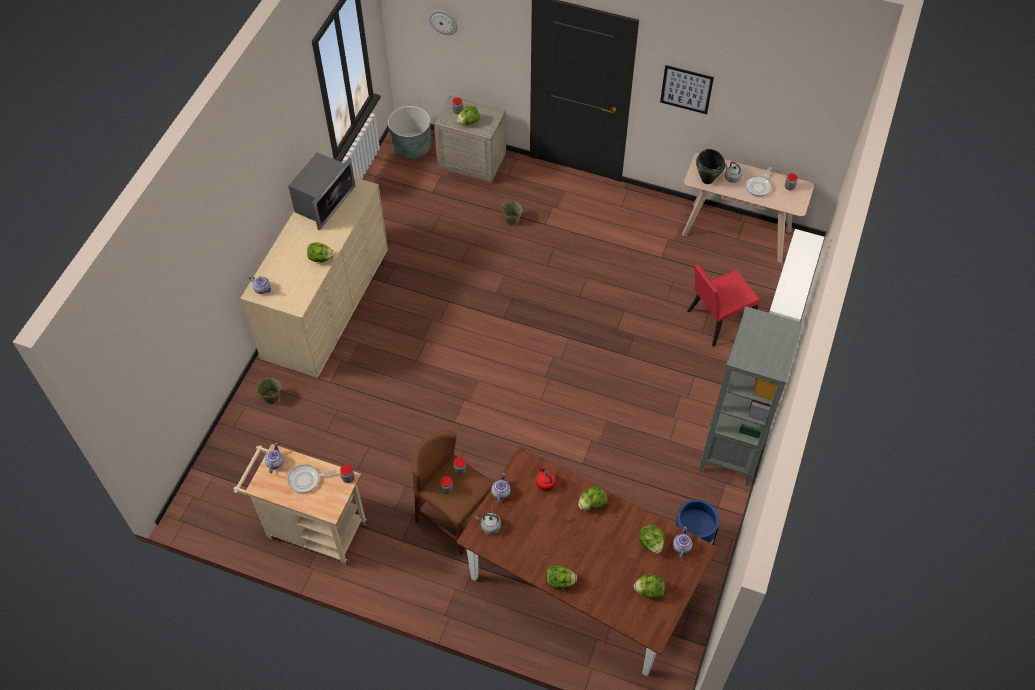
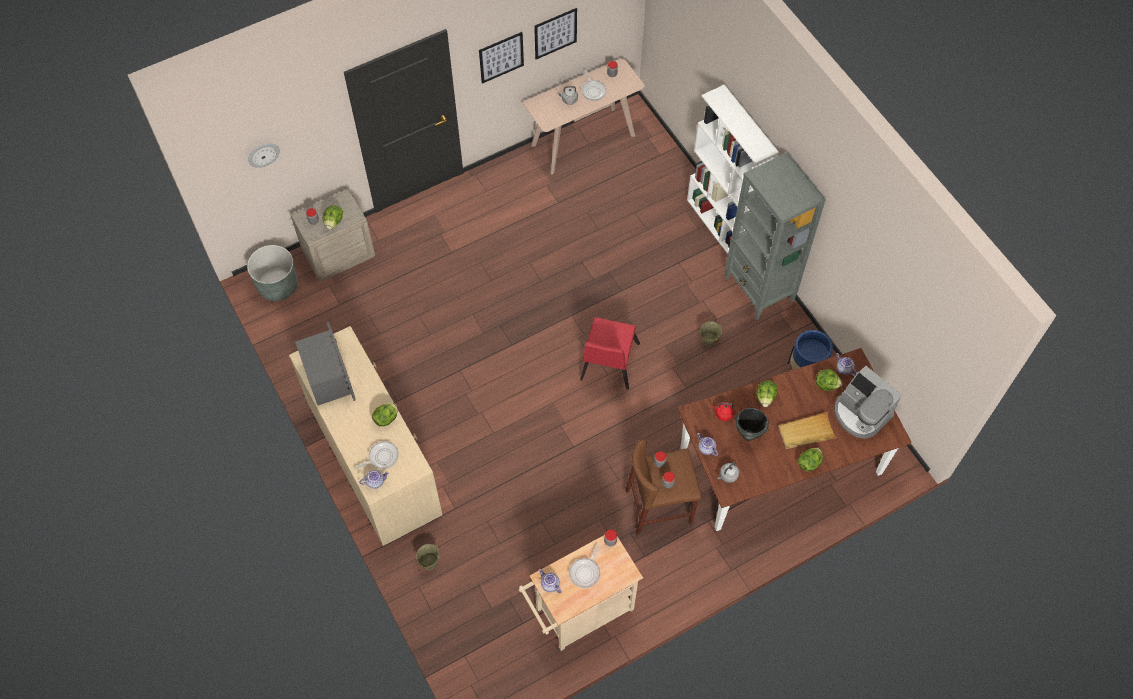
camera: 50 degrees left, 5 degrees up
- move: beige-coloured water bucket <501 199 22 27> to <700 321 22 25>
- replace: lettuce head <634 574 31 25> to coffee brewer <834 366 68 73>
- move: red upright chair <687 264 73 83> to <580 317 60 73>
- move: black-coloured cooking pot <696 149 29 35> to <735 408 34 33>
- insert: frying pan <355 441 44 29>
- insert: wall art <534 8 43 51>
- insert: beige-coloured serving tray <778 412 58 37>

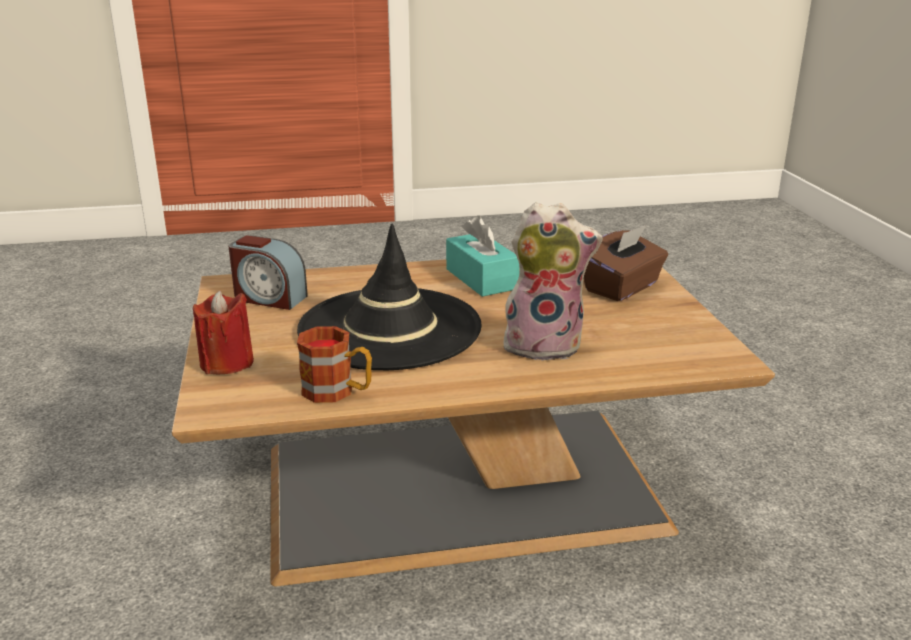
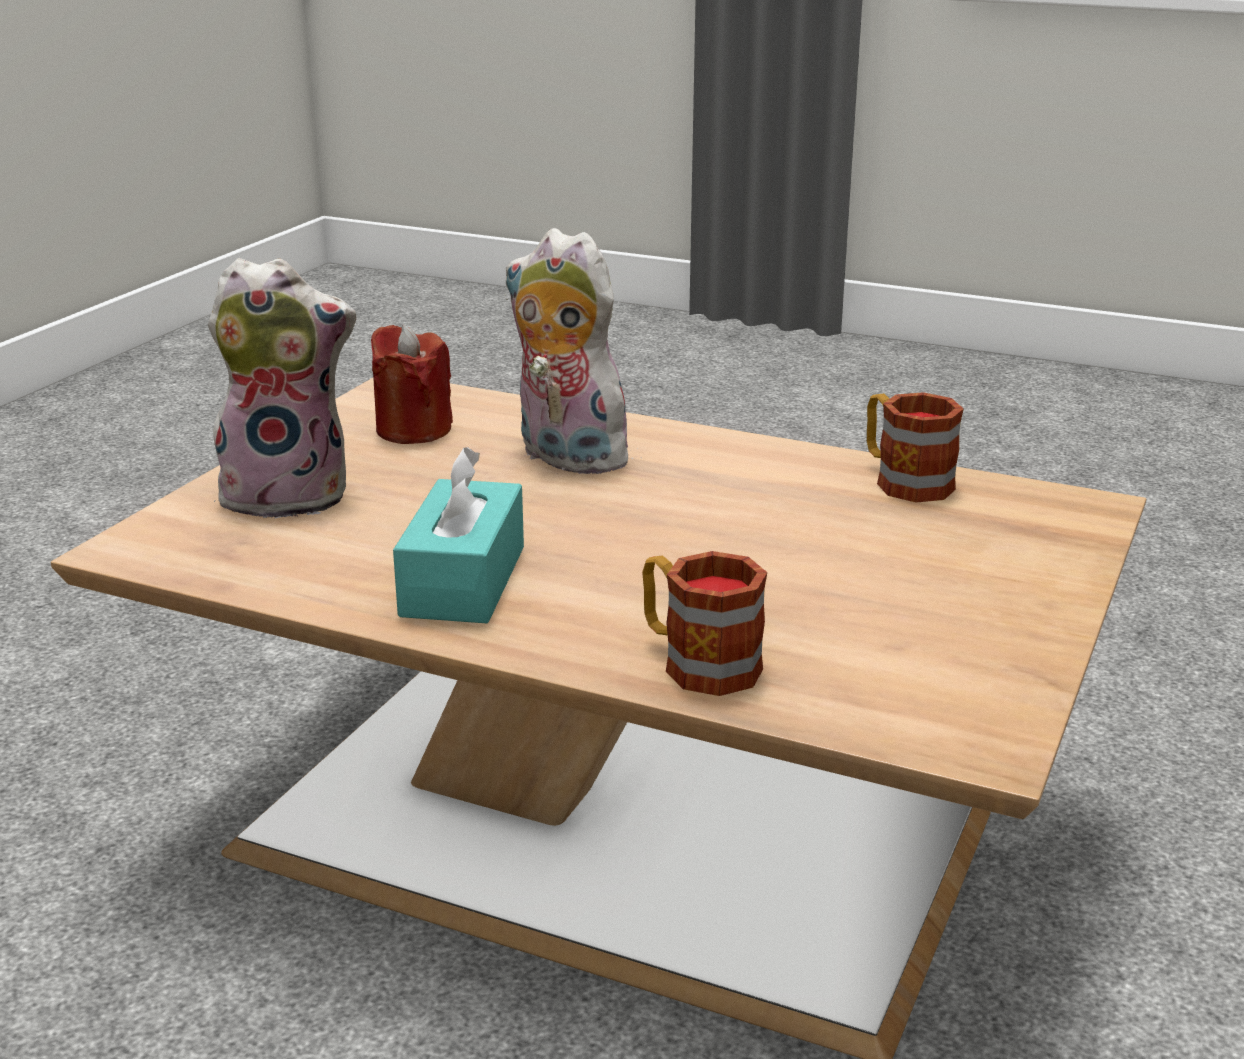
camera: 145 degrees left, 0 degrees up
- move: red wax candle <193 290 61 84> to <371 325 82 119>
- delete: alarm clock <229 235 79 75>
- delete: black-coloured hat <297 223 185 147>
- replace: brown box of tissues <584 225 84 76> to plush toy <208 258 148 261>
- insert: tea mug <642 551 125 145>

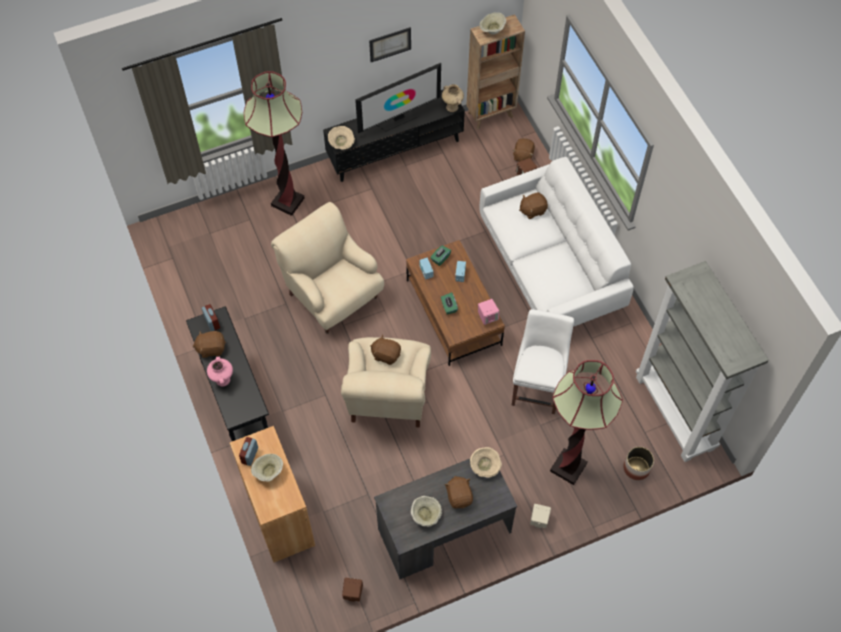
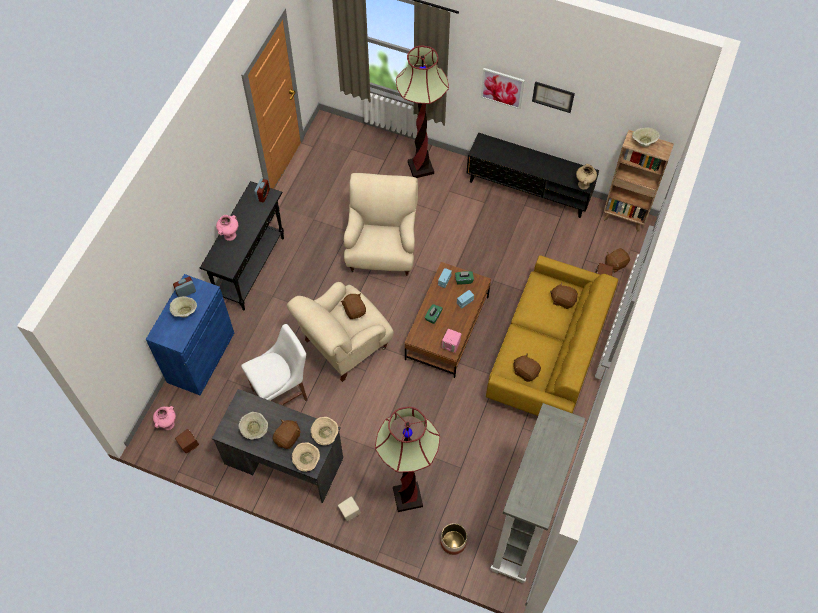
camera: 45 degrees right, 0 degrees up
- move: brown plush toy <192 330 34 28> to <514 353 27 29>
- recolor: brown storage cabinet <230 426 85 137> to blue storage cabinet <146 274 88 121>
- move: beige-coloured bowl <328 126 27 23> to <292 442 28 30>
- delete: TV <355 63 86 70>
- recolor: whitish couch <479 157 155 170> to yellow couch <486 255 132 161>
- move: whitish upright chair <512 309 62 105> to <241 324 66 81>
- insert: pink decorative vase <153 406 23 24>
- insert: wall art <481 68 44 42>

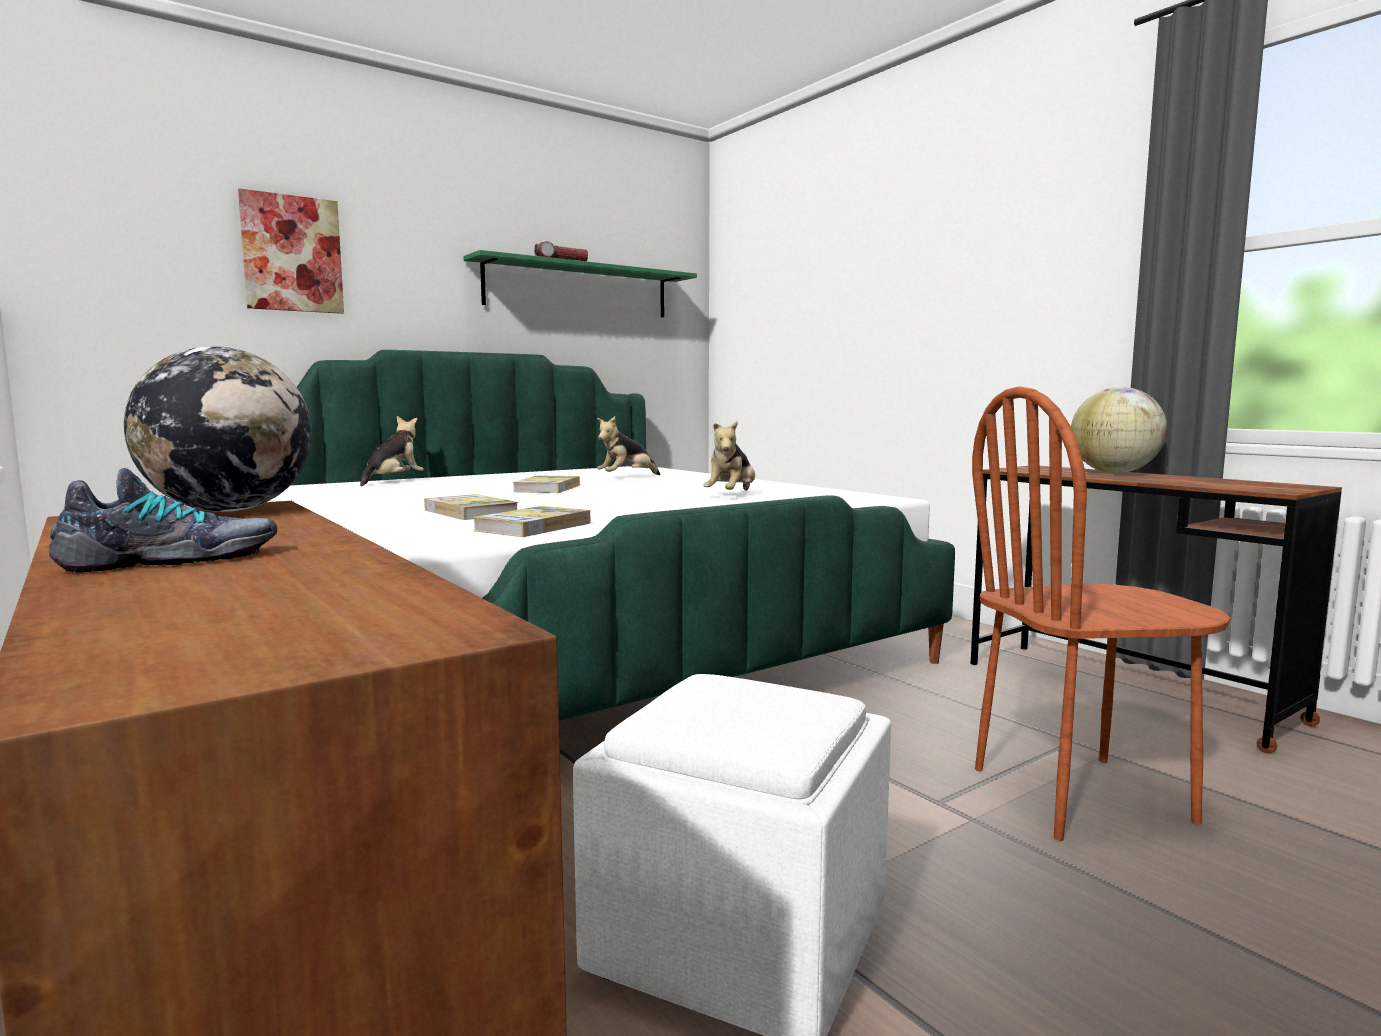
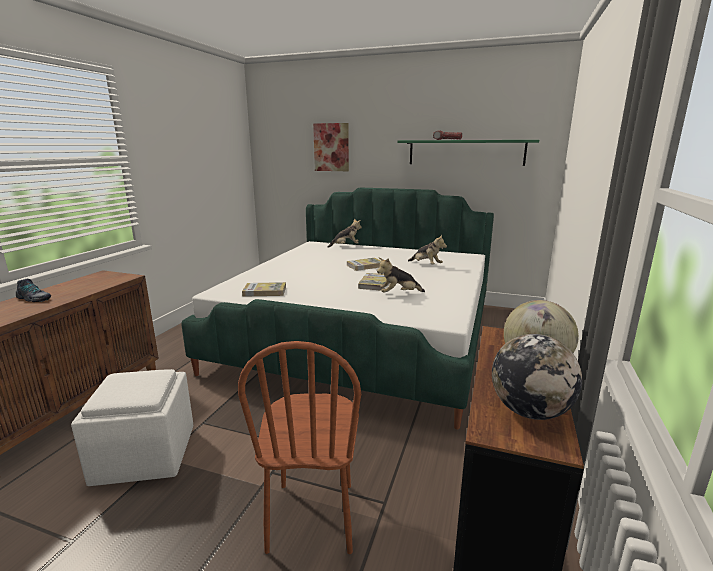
camera: 55 degrees right, 10 degrees up
- move: desk globe <124 346 188 166> to <492 334 90 86>
- move: bound book <424 494 94 26> to <358 273 28 18>
- rotate: plush toy <597 416 63 59> = <408 234 39 31> 150 degrees counterclockwise
- rotate: brown upright chair <972 386 259 455> = <238 341 123 213> 135 degrees counterclockwise

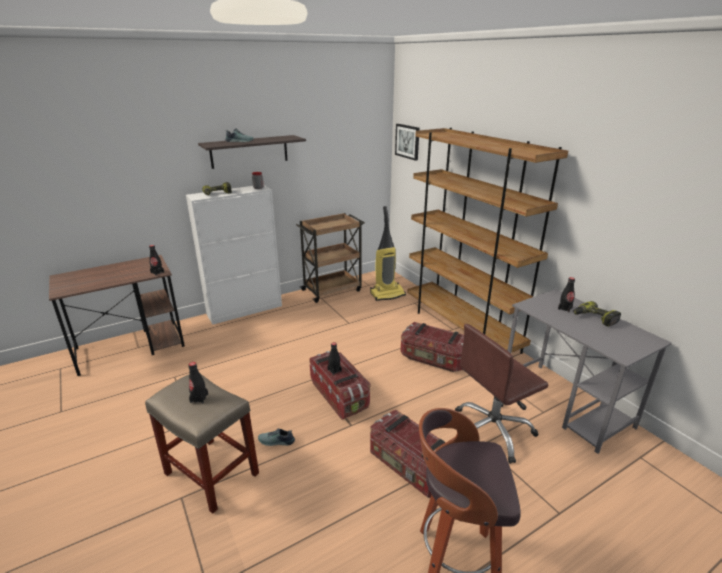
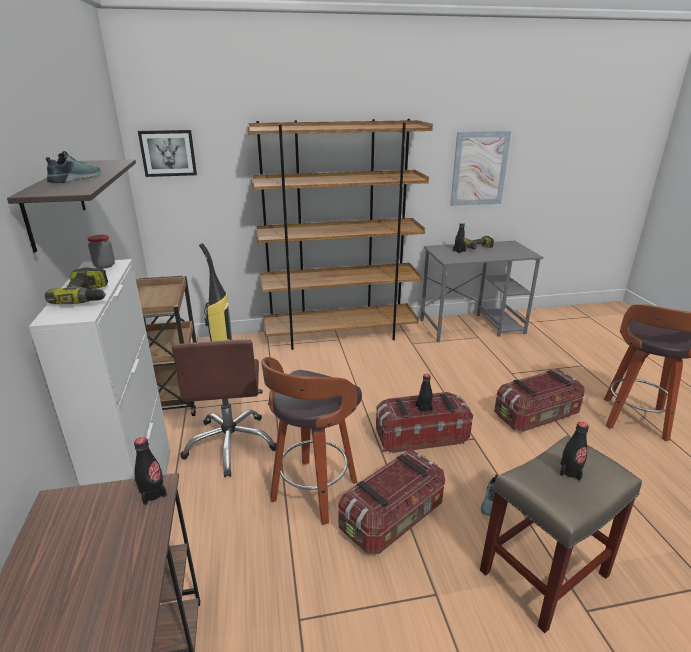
camera: 70 degrees left, 0 degrees up
- move: storage bin <401 322 63 50> to <338 449 107 105>
- move: brown desk chair <455 324 93 140> to <172 340 105 137>
- insert: stool seat <261 357 101 168>
- insert: wall art <450 131 61 75>

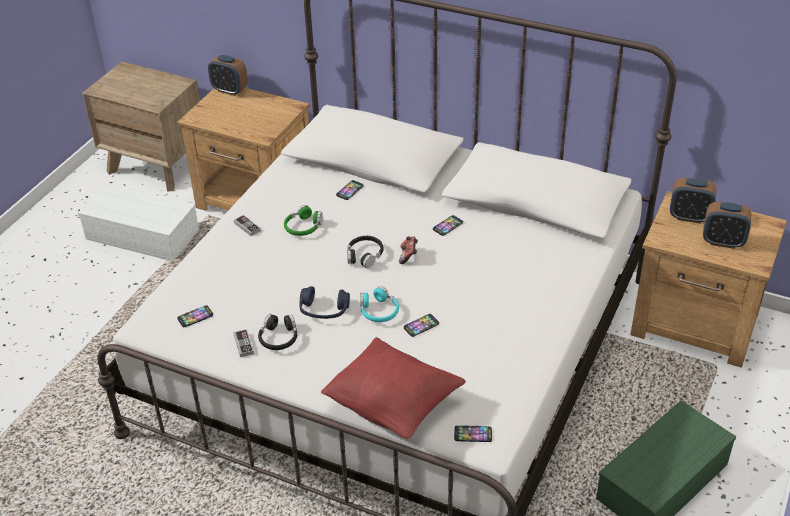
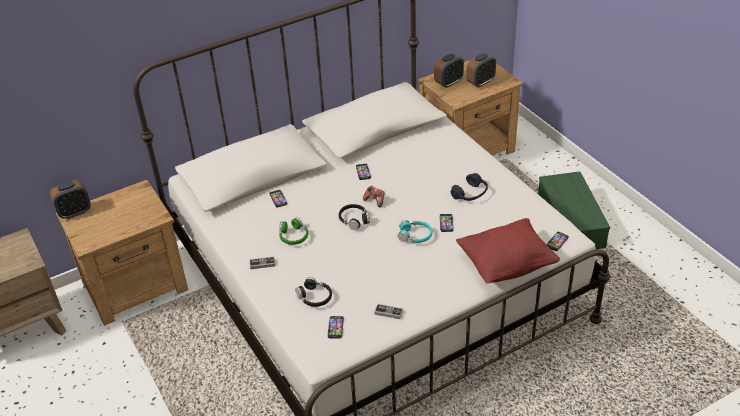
camera: 55 degrees left, 0 degrees up
- delete: whitish storage bin <78 183 121 78>
- move: black-coloured headphones <258 314 39 36> to <295 277 37 30>
- move: blue headphones <299 286 51 33> to <451 173 37 28>

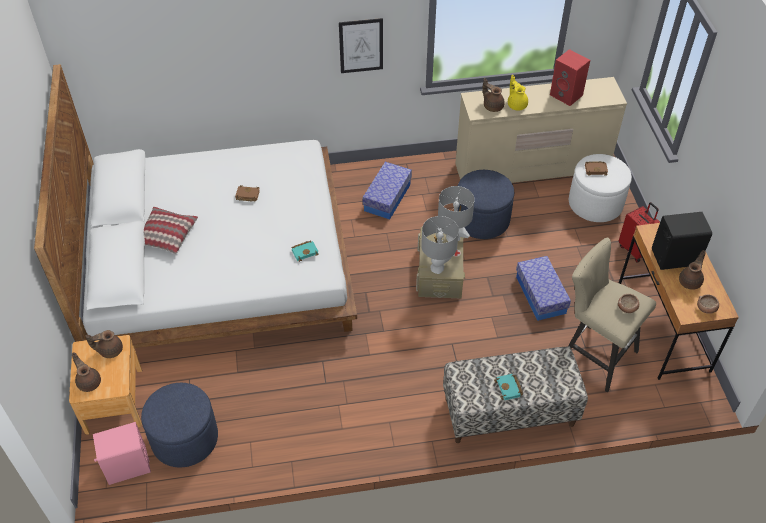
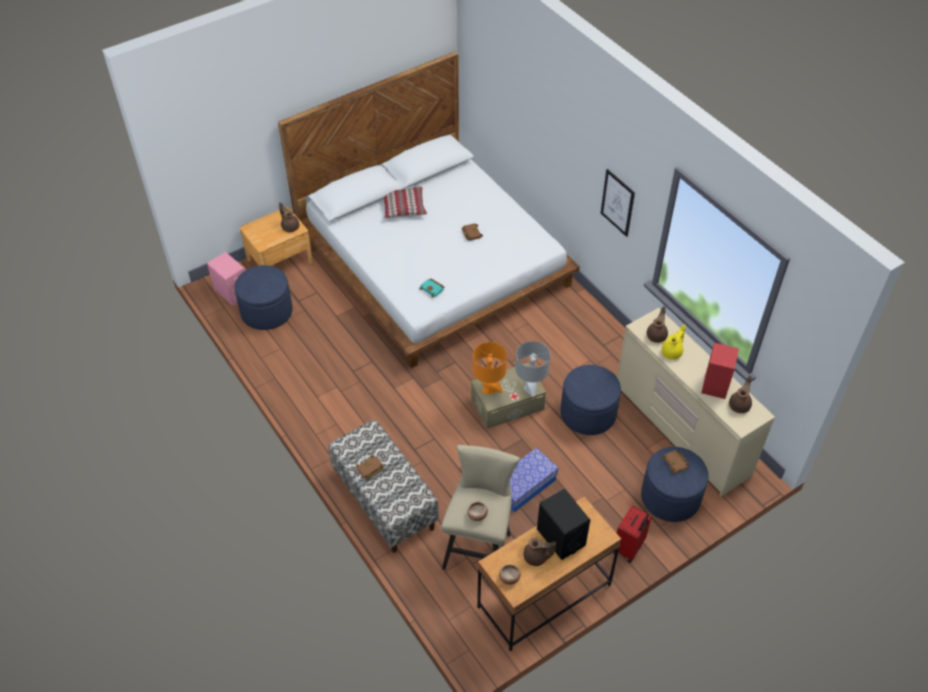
camera: 65 degrees right, 0 degrees up
- move: brown tea pot <72 352 29 40> to <729 376 23 37>
- delete: storage bin <363 162 49 58>
- recolor: gray tabletop lamp <421 216 38 58> to orangey tabletop lamp <473 342 34 53>
- recolor: turquoise-coloured bound book <494 374 29 26> to brown bound book <356 455 28 24>
- recolor: whitish footrest <569 154 63 68> to blue footrest <641 447 68 75>

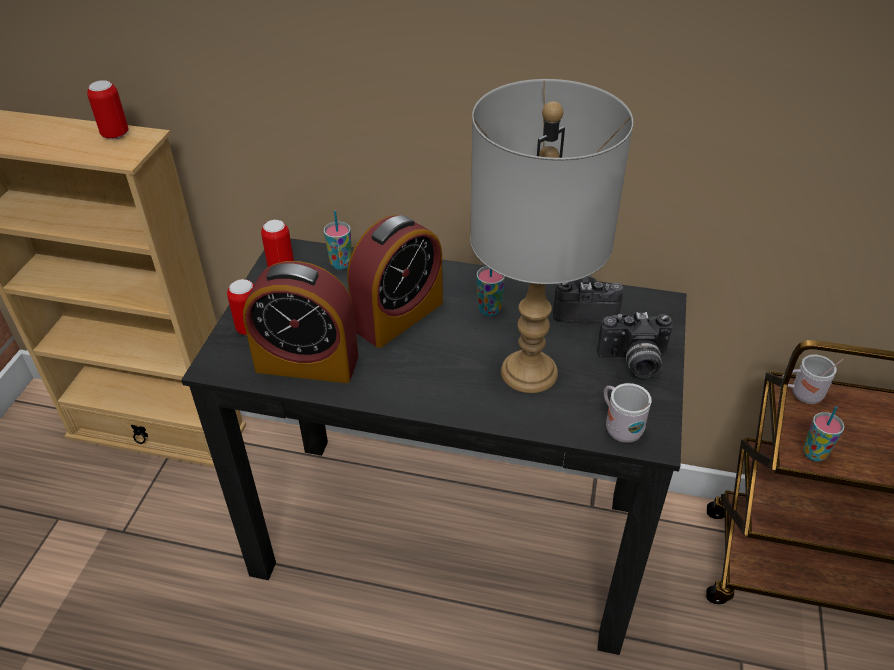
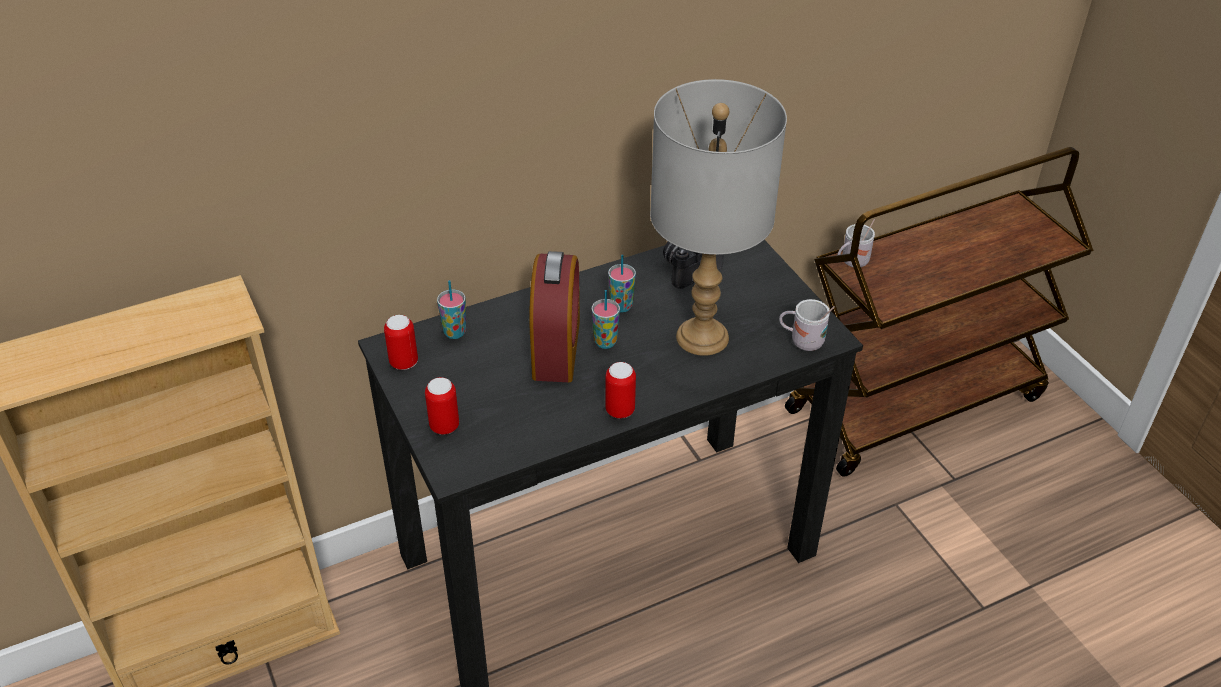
camera: 40 degrees left, 0 degrees up
- move: can <87 80 42 60> to <605 362 31 57>
- delete: alarm clock <243 261 115 122>
- delete: photo camera <597 312 76 66>
- move: drinking cup <803 406 42 56> to <591 290 29 59>

